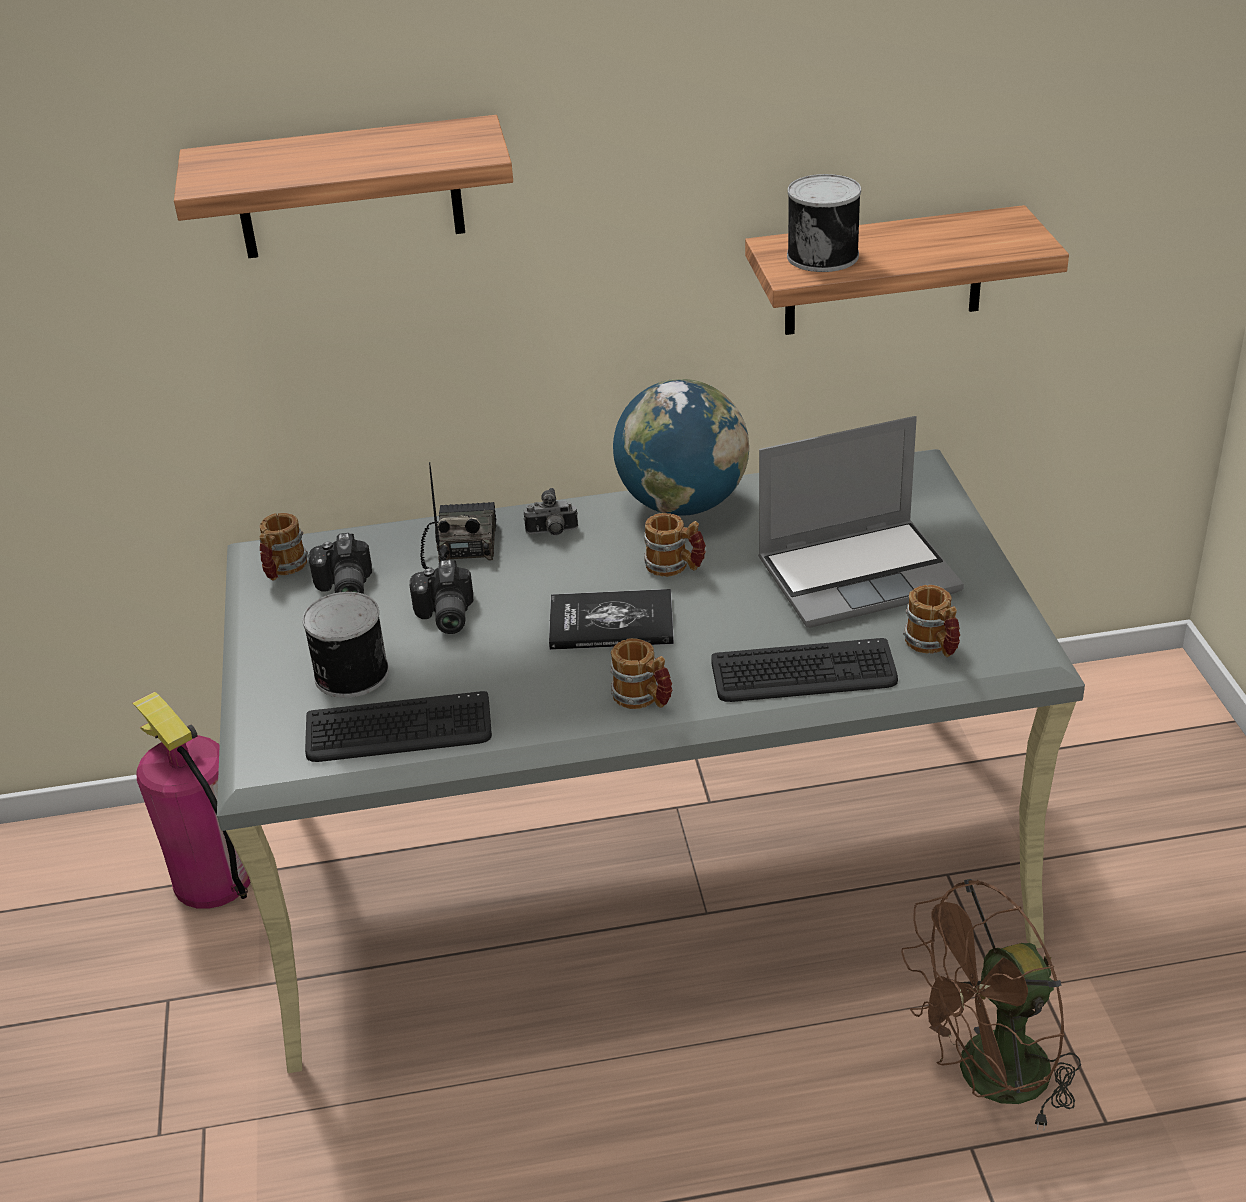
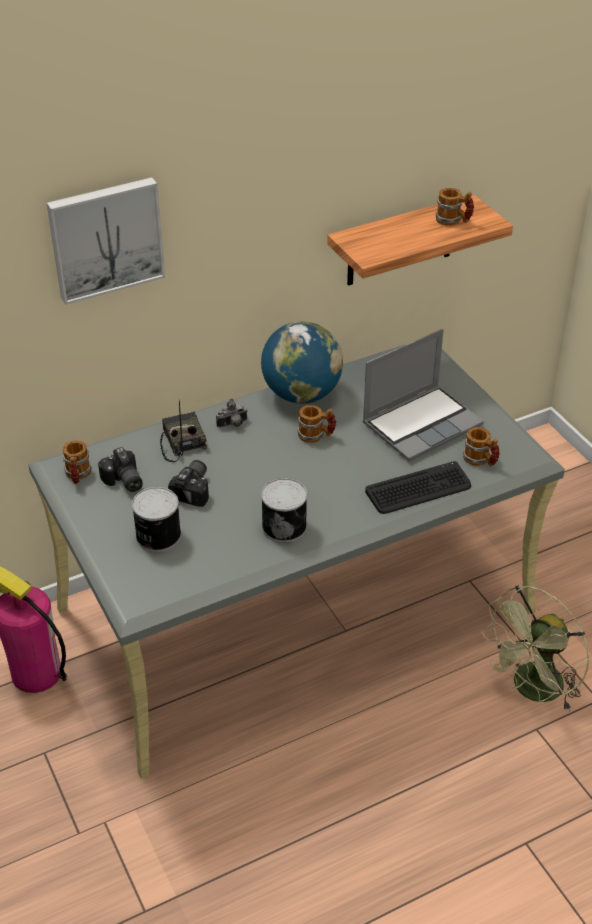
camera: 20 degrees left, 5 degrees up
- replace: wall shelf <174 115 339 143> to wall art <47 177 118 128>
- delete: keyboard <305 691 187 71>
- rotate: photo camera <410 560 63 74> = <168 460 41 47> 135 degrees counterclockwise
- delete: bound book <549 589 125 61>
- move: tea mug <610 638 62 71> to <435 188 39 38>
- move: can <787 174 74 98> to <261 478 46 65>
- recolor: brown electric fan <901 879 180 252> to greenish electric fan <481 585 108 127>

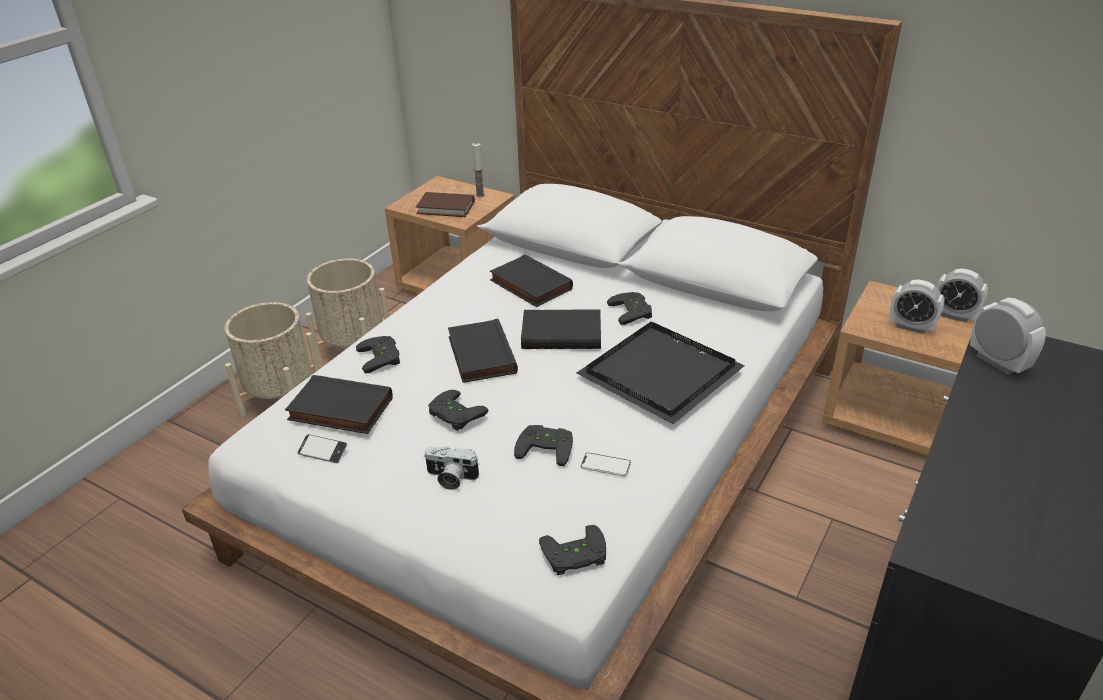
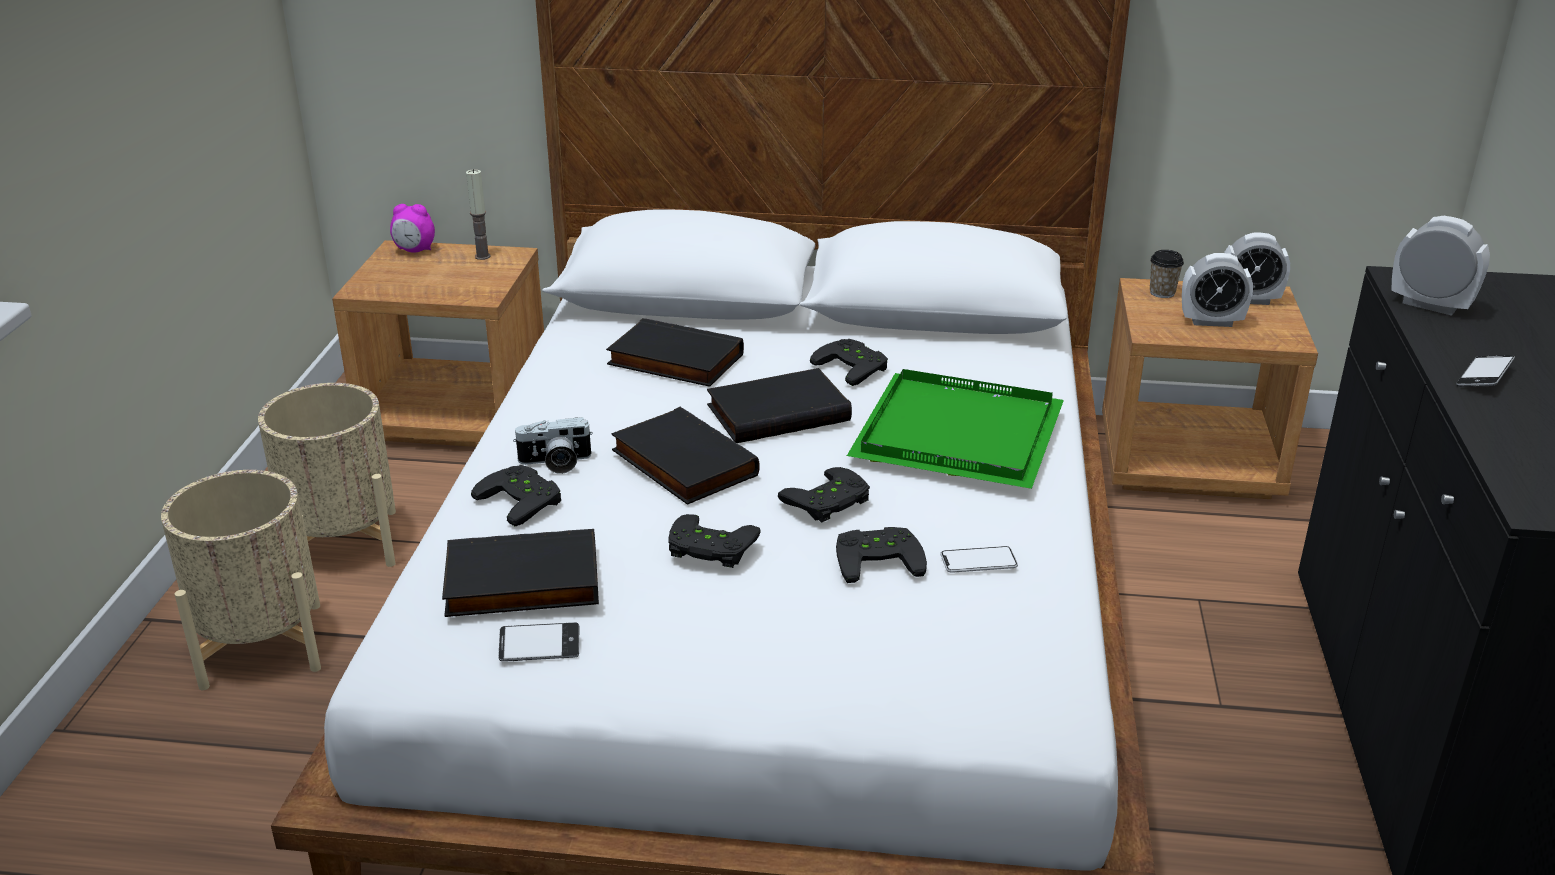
camera: 25 degrees left, 5 degrees down
- delete: brown bound book <416 192 59 25>
- move: photo camera <424 447 55 43> to <513 417 80 57>
- move: black-coloured gamepad <539 525 67 50> to <778 467 92 56>
- recolor: black-coloured serving tray <576 321 169 103> to greenish serving tray <847 369 217 120>
- insert: alarm clock <390 204 45 49>
- insert: drinking cup <1150 250 34 48>
- insert: handset <1456 355 59 32>

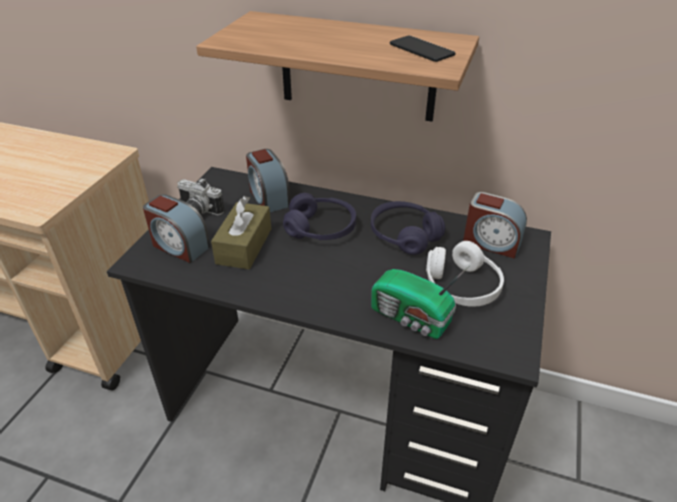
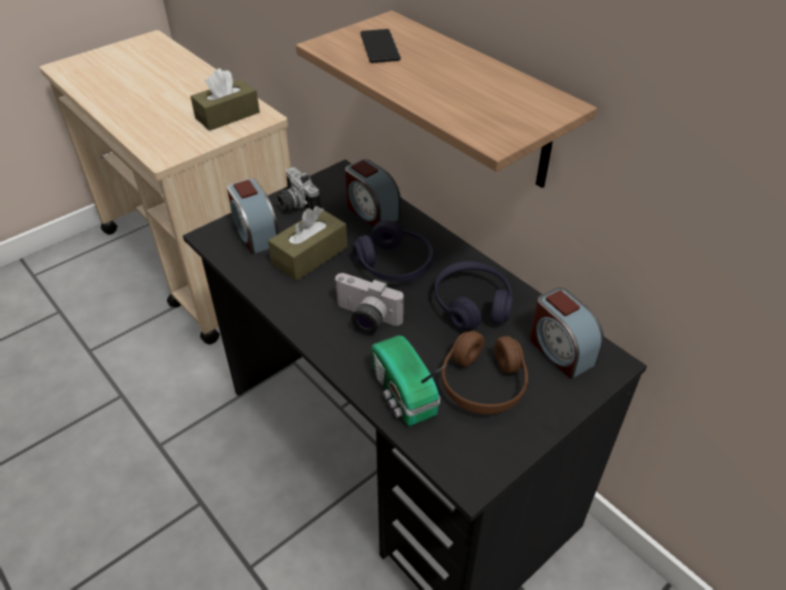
camera: 30 degrees right, 5 degrees up
- rotate: alarm clock <246 149 44 63> = <345 159 56 68> 45 degrees counterclockwise
- move: handset <390 35 65 27> to <361 29 40 34>
- recolor: whitish headphones <426 241 78 66> to brown headphones <441 331 87 83>
- insert: brown box of tissues <190 68 70 63>
- insert: photo camera <334 273 70 61>

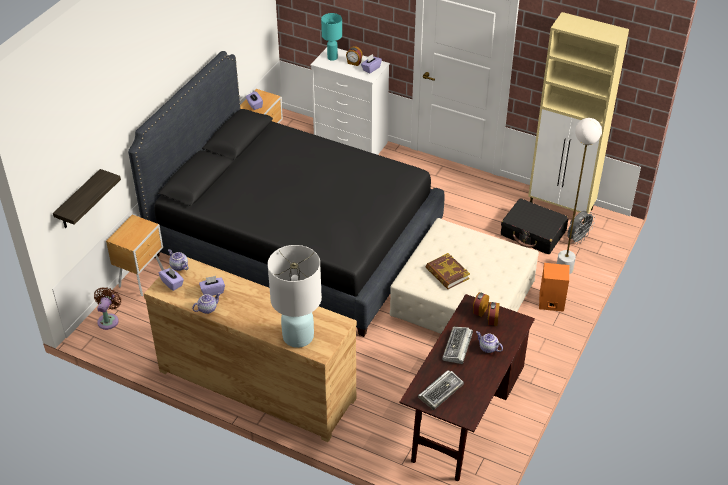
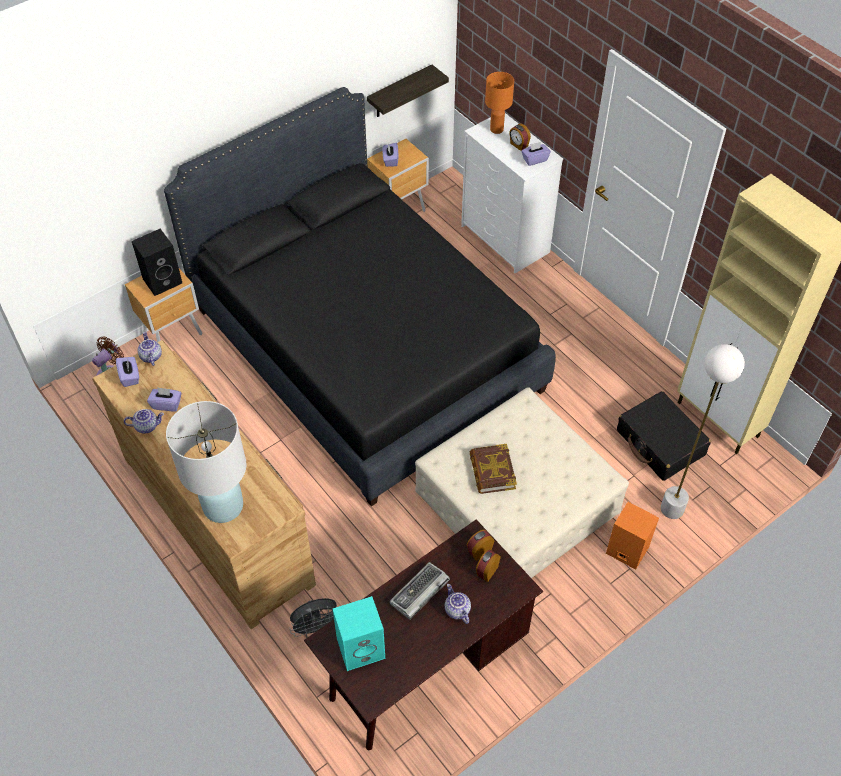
camera: 25 degrees right, 10 degrees up
- move: wall shelf <53 169 68 59> to <367 65 82 52>
- recolor: turquoise-coloured tabletop lamp <321 13 21 48> to orangey tabletop lamp <485 72 29 62>
- replace: keyboard <418 370 46 40> to turquoise-coloured loudspeaker <333 596 52 75>
- move: gray electric fan <567 211 29 34> to <289 598 48 39>
- insert: black-coloured loudspeaker <132 229 50 67>

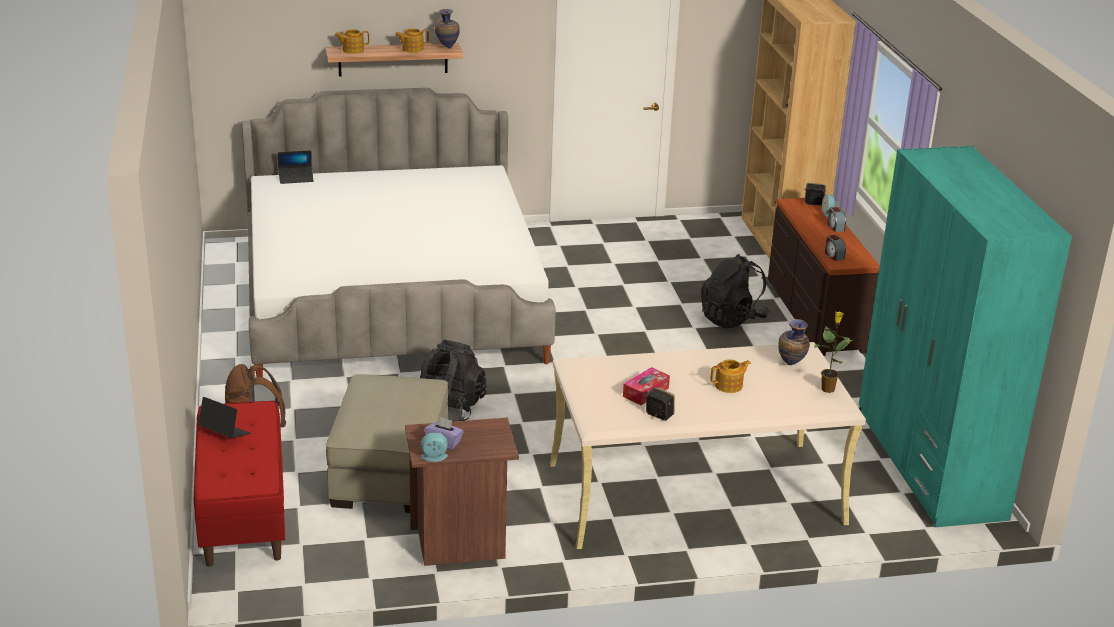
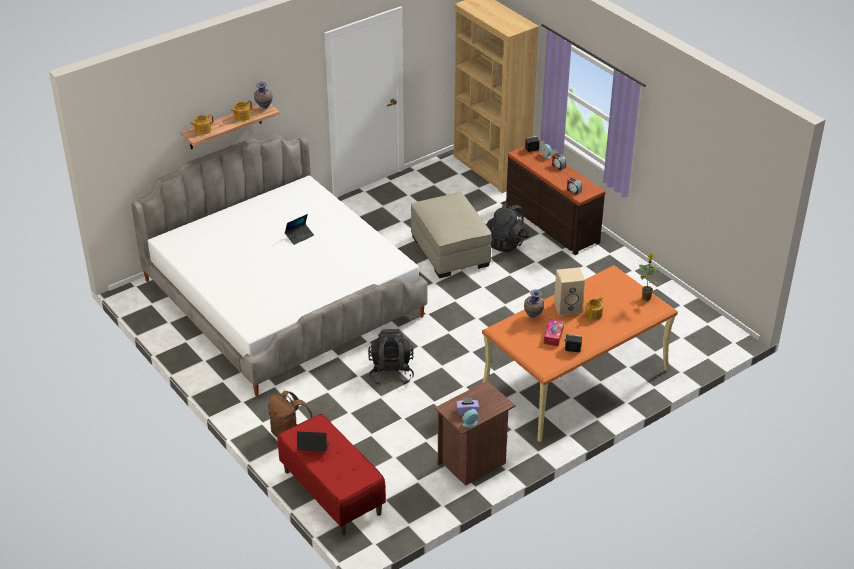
camera: 25 degrees left, 10 degrees up
- move: laptop <278 150 36 34> to <285 214 29 31>
- move: beige-coloured footrest <326 374 122 139> to <411 192 81 86>
- recolor: beige-coloured desk table <550 342 316 207> to orangey desk table <482 265 196 177>
- move: decorative vase <778 319 32 46> to <524 289 20 29>
- delete: turquoise-coloured clothes cupboard <859 146 213 381>
- insert: beige-coloured loudspeaker <554 267 31 49>

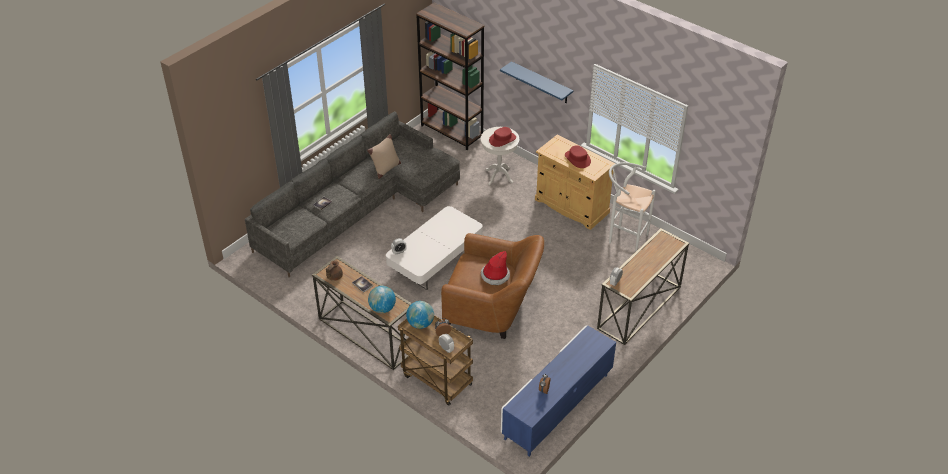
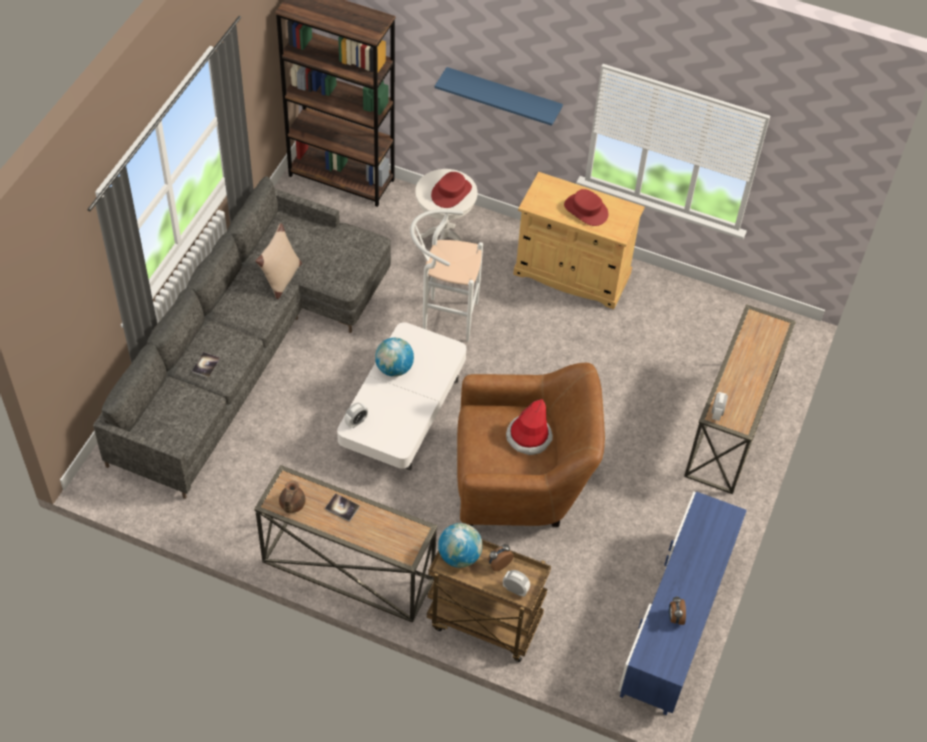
camera: 20 degrees left, 10 degrees up
- move: desk globe <368 286 28 27> to <375 338 39 39>
- move: whitish stool seat <609 162 47 90> to <410 209 73 132>

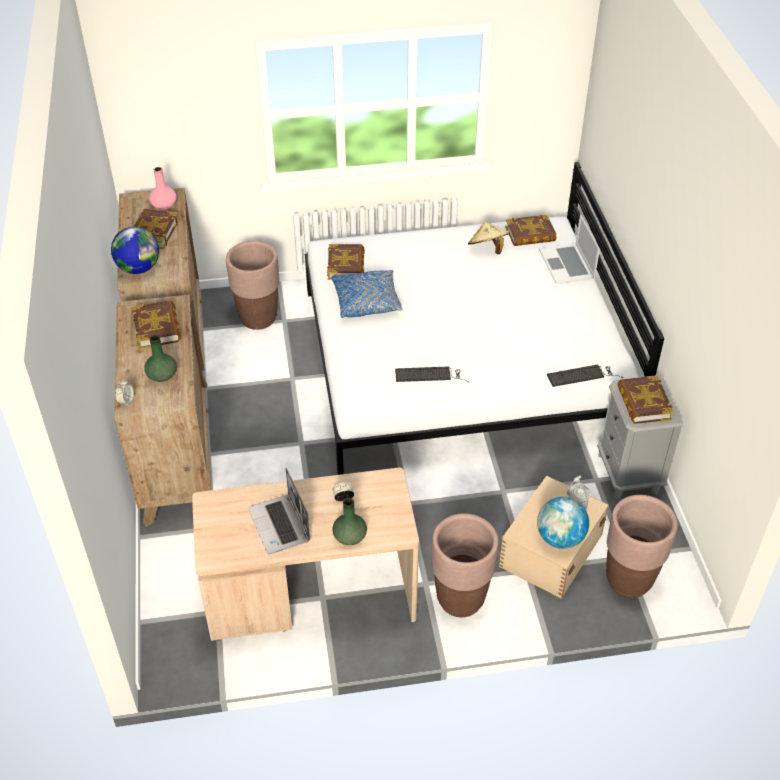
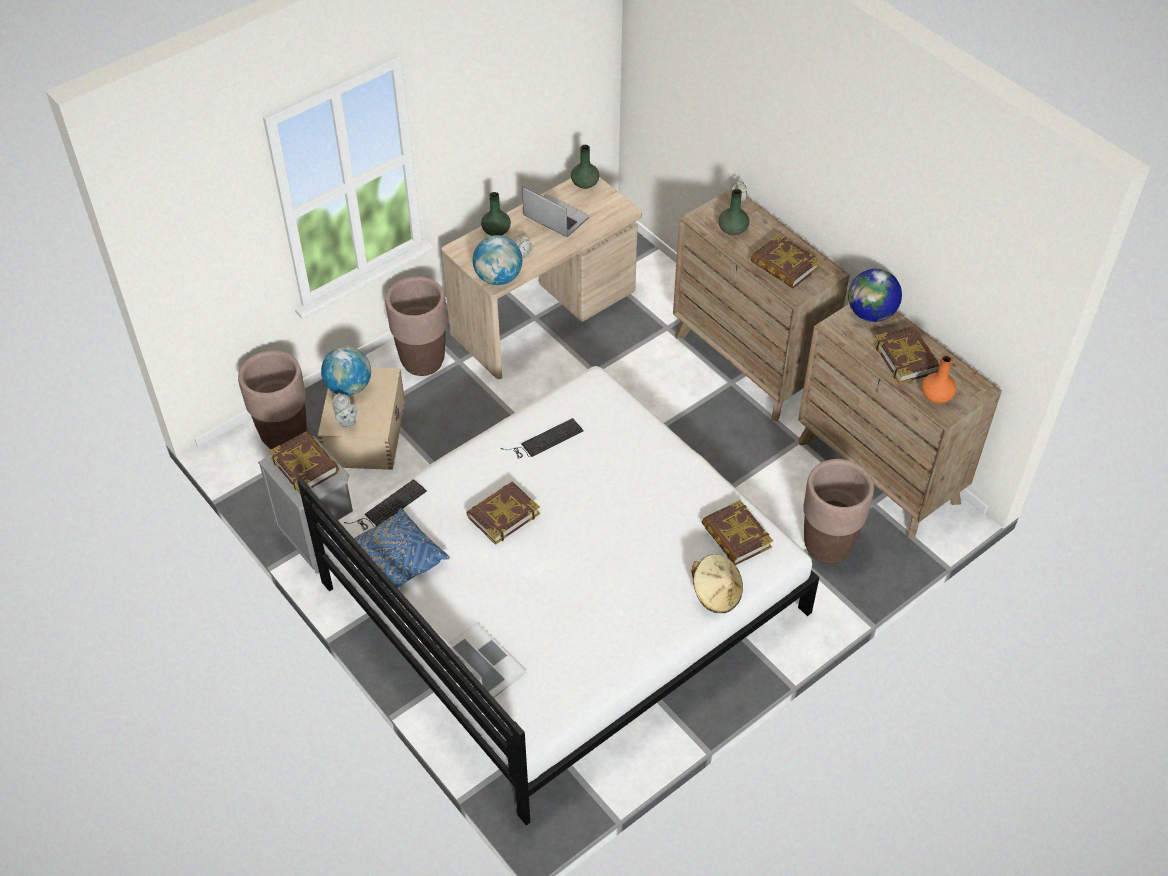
camera: 150 degrees right, 5 degrees up
- recolor: pink decorative vase <149 167 28 43> to orangey decorative vase <922 355 34 48>
- move: blue throw pillow <331 270 72 48> to <338 508 112 92>
- move: beige-coloured hat <468 222 42 32> to <691 554 52 59>
- move: bound book <505 215 51 31> to <466 481 74 64>
- insert: desk globe <473 235 49 50>
- insert: greenish decorative vase <571 145 29 44>

